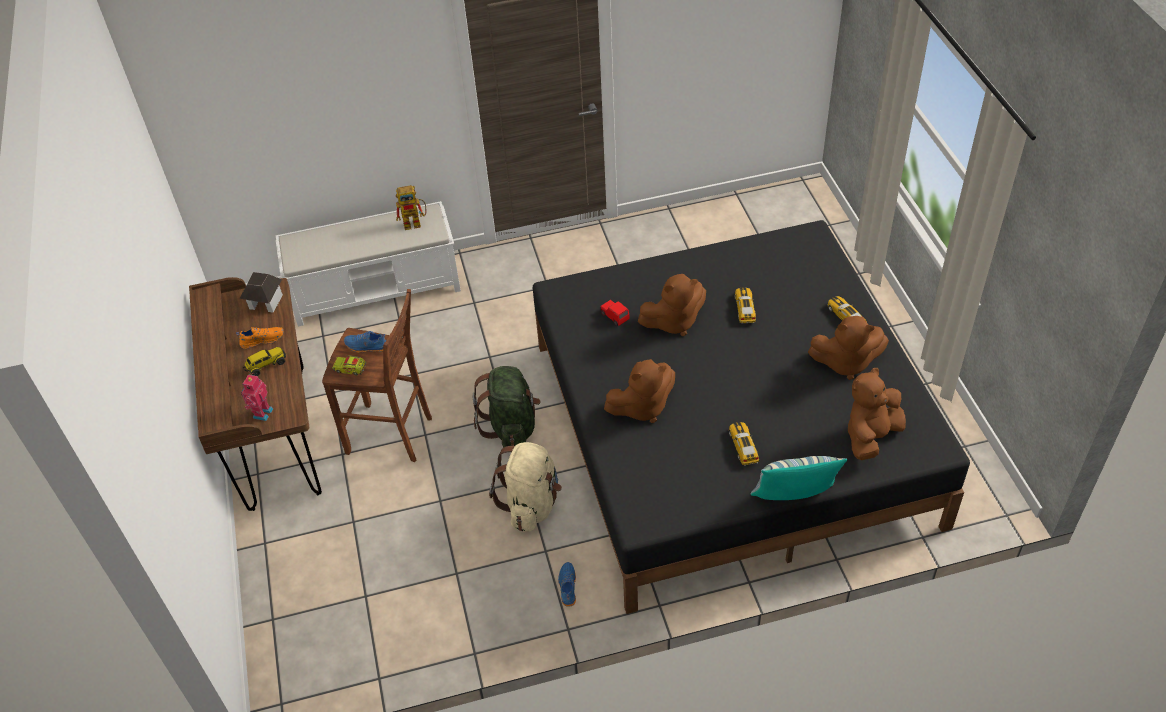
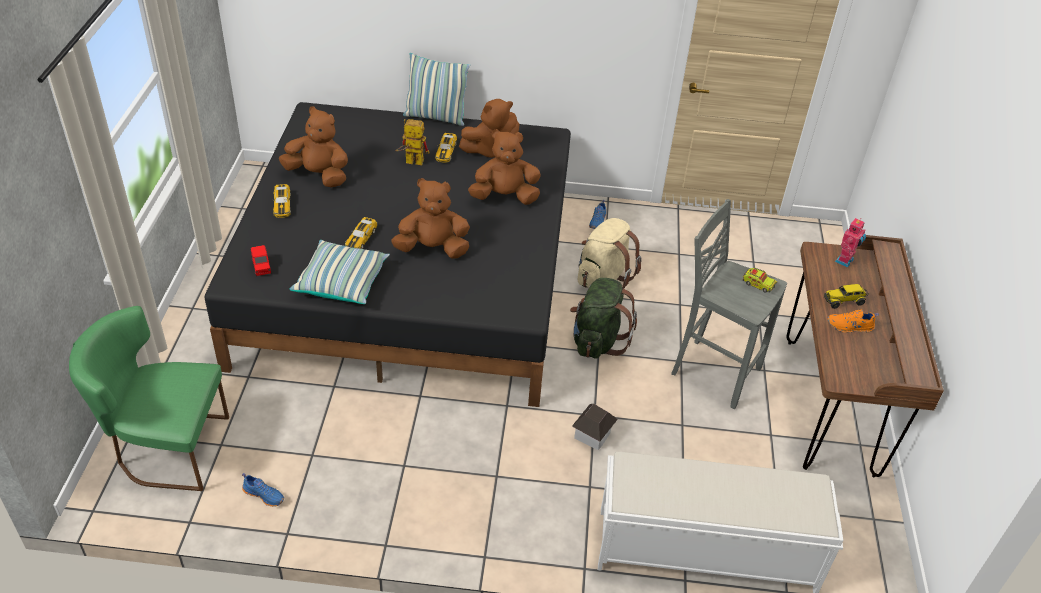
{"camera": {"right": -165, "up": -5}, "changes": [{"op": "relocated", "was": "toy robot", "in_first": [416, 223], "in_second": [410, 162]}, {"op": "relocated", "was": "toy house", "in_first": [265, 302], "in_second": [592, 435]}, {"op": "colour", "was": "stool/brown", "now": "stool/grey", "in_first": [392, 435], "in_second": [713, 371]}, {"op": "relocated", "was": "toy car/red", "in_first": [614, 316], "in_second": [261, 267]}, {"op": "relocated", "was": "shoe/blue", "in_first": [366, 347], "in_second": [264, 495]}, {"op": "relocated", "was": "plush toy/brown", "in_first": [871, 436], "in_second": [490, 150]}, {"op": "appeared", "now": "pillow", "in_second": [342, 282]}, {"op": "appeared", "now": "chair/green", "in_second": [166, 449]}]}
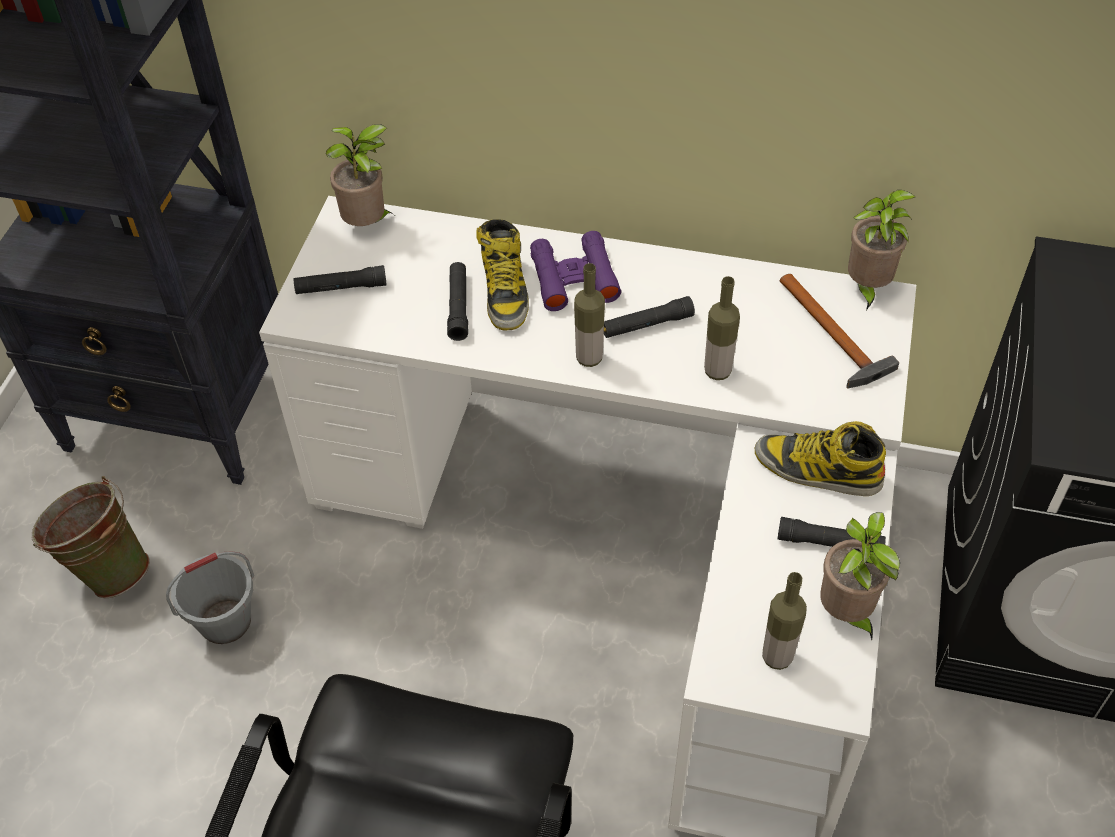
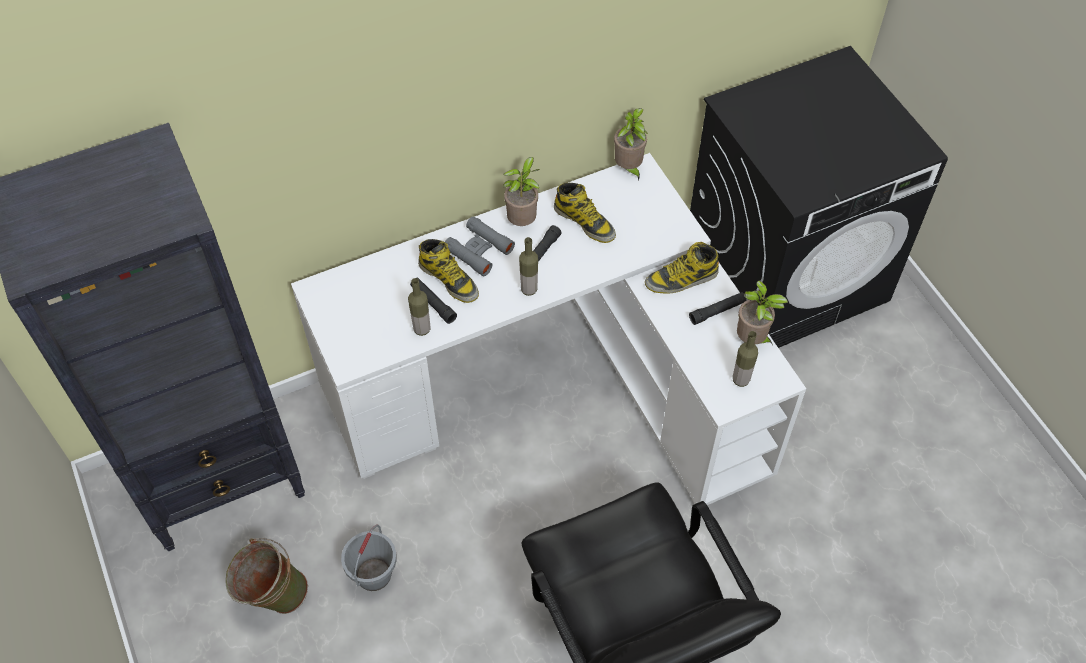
{"camera": {"right": -40, "up": 5}, "changes": [{"op": "relocated", "was": "potted plant", "in_first": [368, 225], "in_second": [523, 221]}, {"op": "colour", "was": "binoculars/purple", "now": "binoculars/grey", "in_first": [574, 278], "in_second": [479, 250]}, {"op": "missing", "was": "flashlight/black", "in_first": [341, 287]}, {"op": "missing", "was": "hammer", "in_first": [833, 335]}, {"op": "relocated", "was": "bottle", "in_first": [717, 371], "in_second": [422, 329]}, {"op": "appeared", "now": "boot", "in_second": [585, 222]}]}
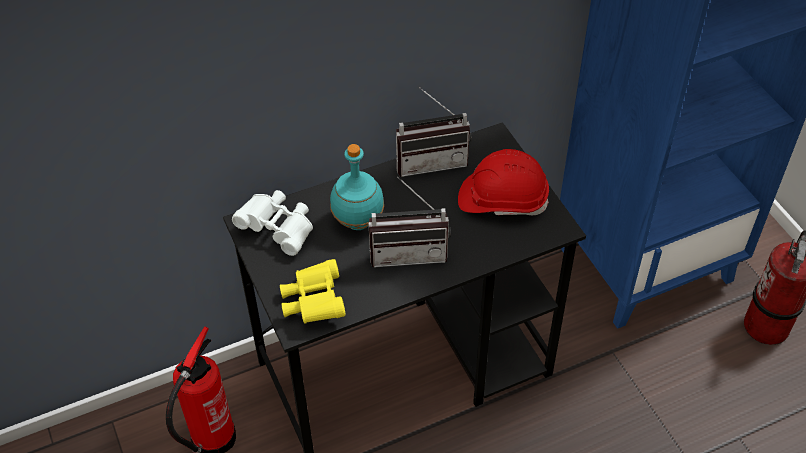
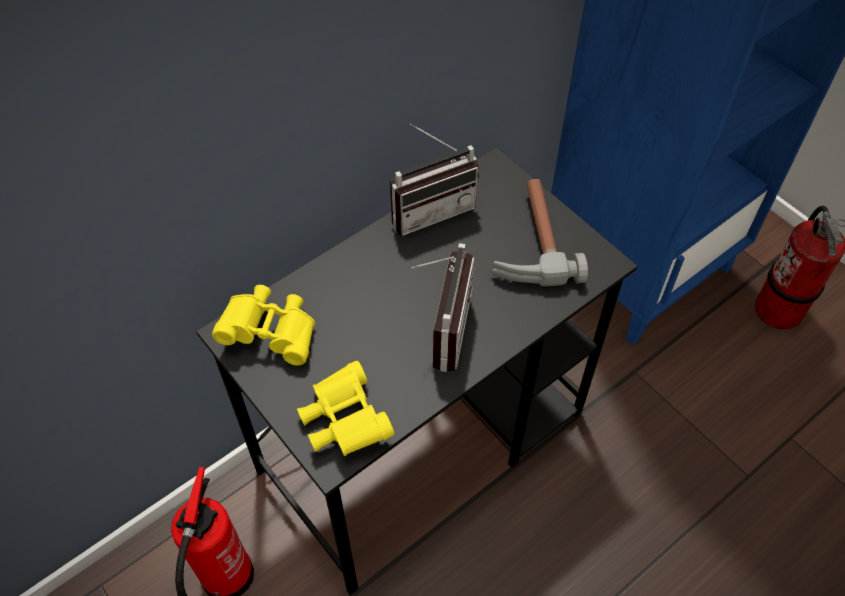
{"camera": {"right": -15, "up": 5}, "changes": [{"op": "missing", "was": "bottle/turquoise", "in_first": [357, 221]}, {"op": "exchanged", "was": "hard hat/red", "now": "hammer", "in_first": [502, 199], "in_second": [528, 241]}, {"op": "spun", "was": "radio", "in_first": [409, 251], "in_second": [440, 329], "clockwise": -60}, {"op": "colour", "was": "binoculars/white", "now": "binoculars/yellow", "in_first": [278, 229], "in_second": [271, 333]}]}
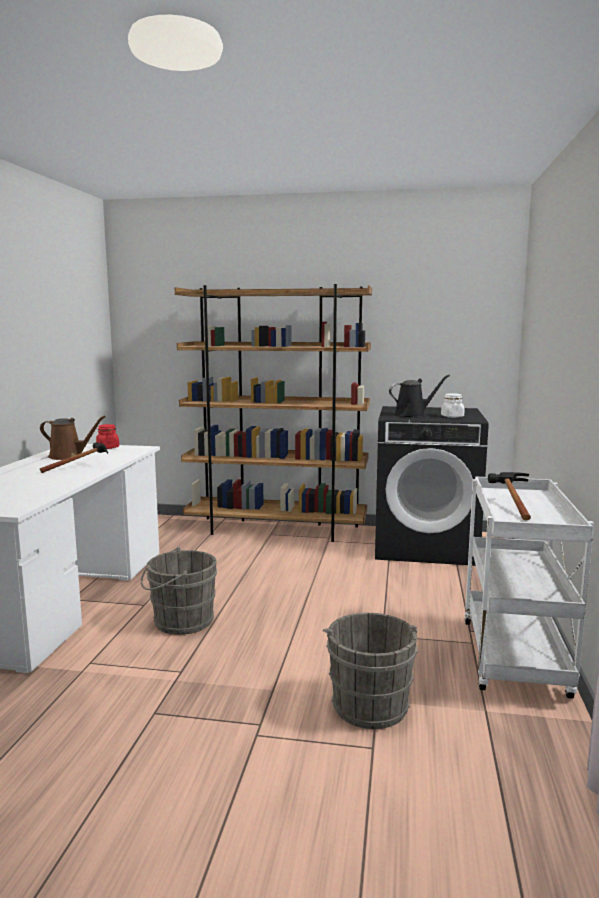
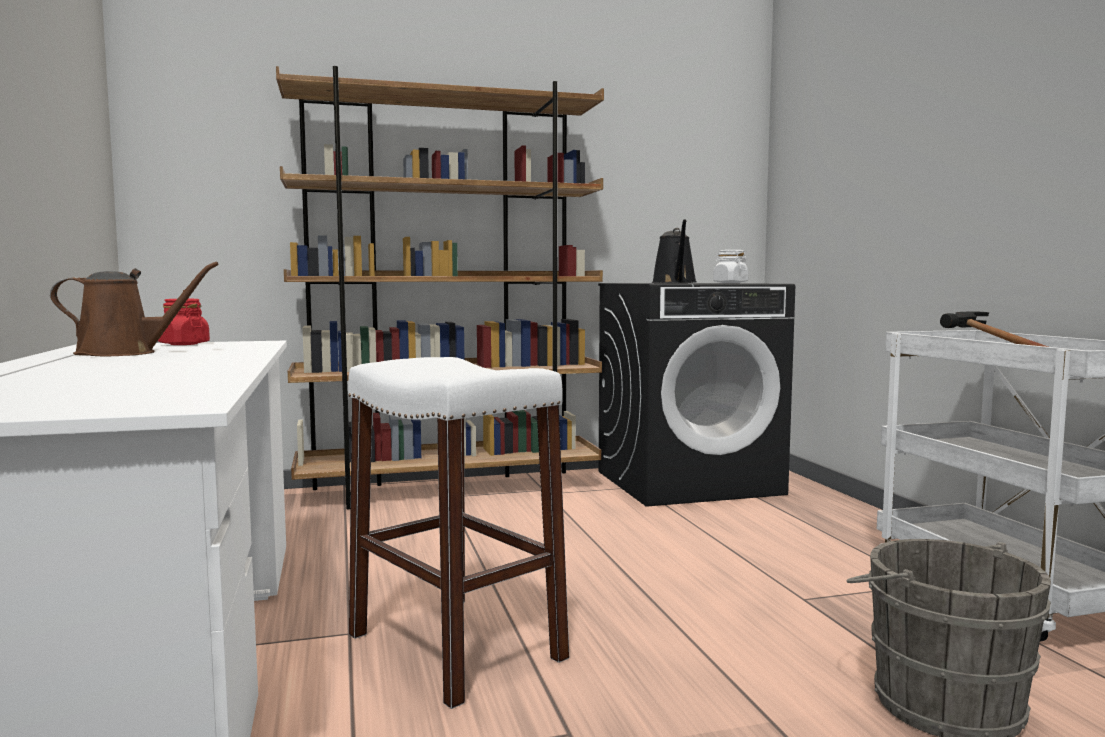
{"camera": {"right": -25, "up": -5}, "changes": [{"op": "spun", "was": "watering can/black", "in_first": [412, 415], "in_second": [675, 283], "clockwise": 135}, {"op": "missing", "was": "hammer", "in_first": [83, 467]}, {"op": "exchanged", "was": "bucket/grey", "now": "stool/white", "in_first": [179, 621], "in_second": [455, 647]}]}
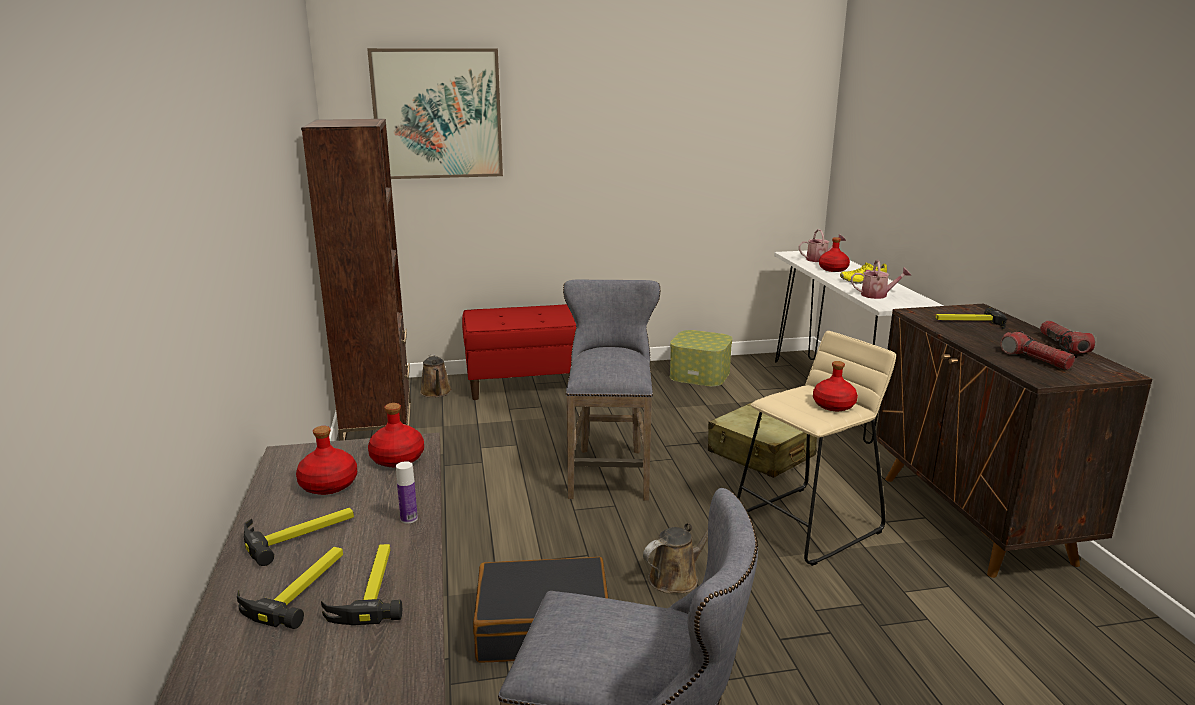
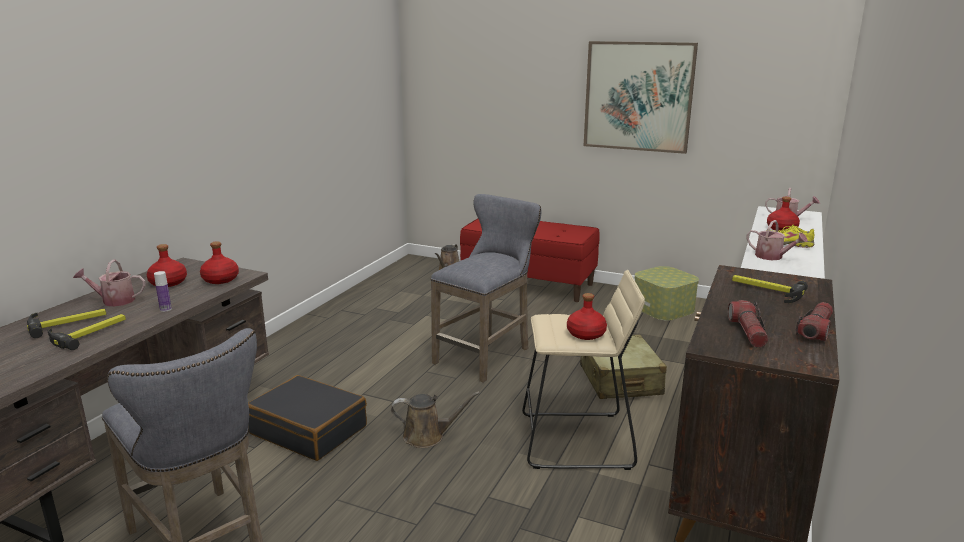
{"camera": {"right": 35, "up": 0}, "changes": [{"op": "relocated", "was": "picture", "in_first": [437, 114], "in_second": [638, 96]}, {"op": "missing", "was": "bookcase/brown", "in_first": [378, 425]}, {"op": "exchanged", "was": "hammer", "now": "watering can", "in_first": [300, 534], "in_second": [114, 301]}]}
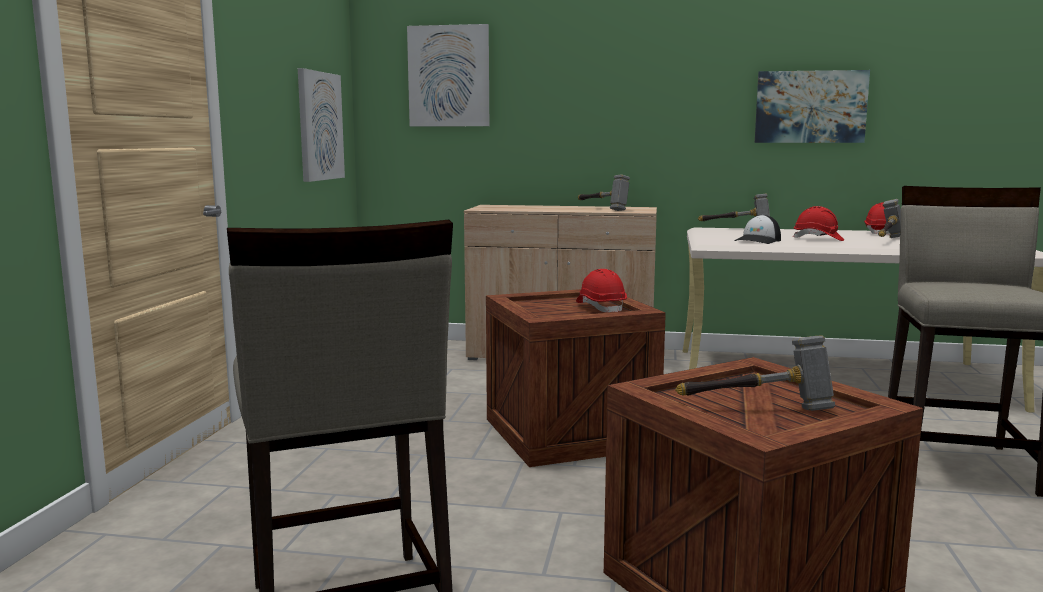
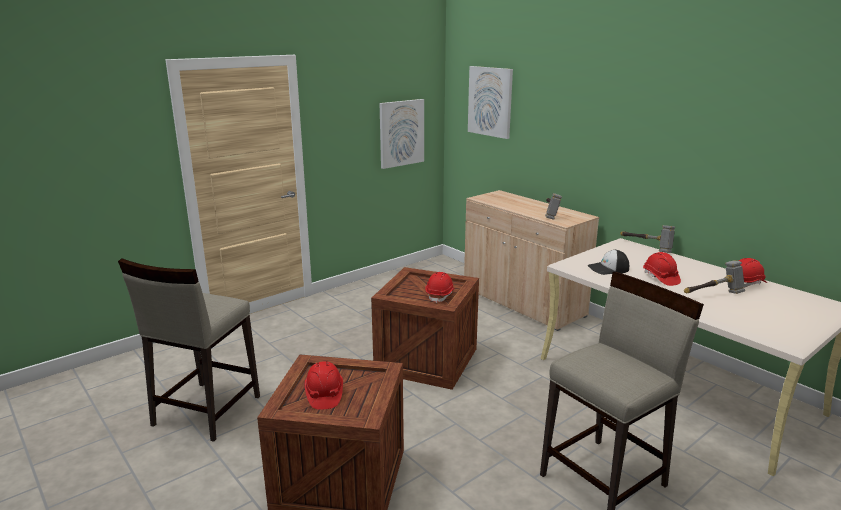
{"camera": {"right": 40, "up": 10}, "changes": [{"op": "missing", "was": "picture", "in_first": [810, 107]}, {"op": "exchanged", "was": "hammer", "now": "hard hat/red", "in_first": [758, 409], "in_second": [324, 395]}]}
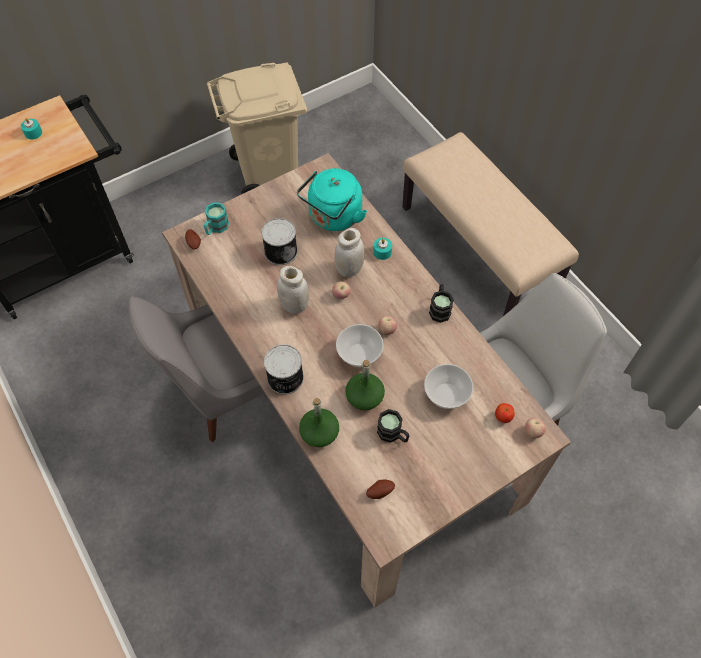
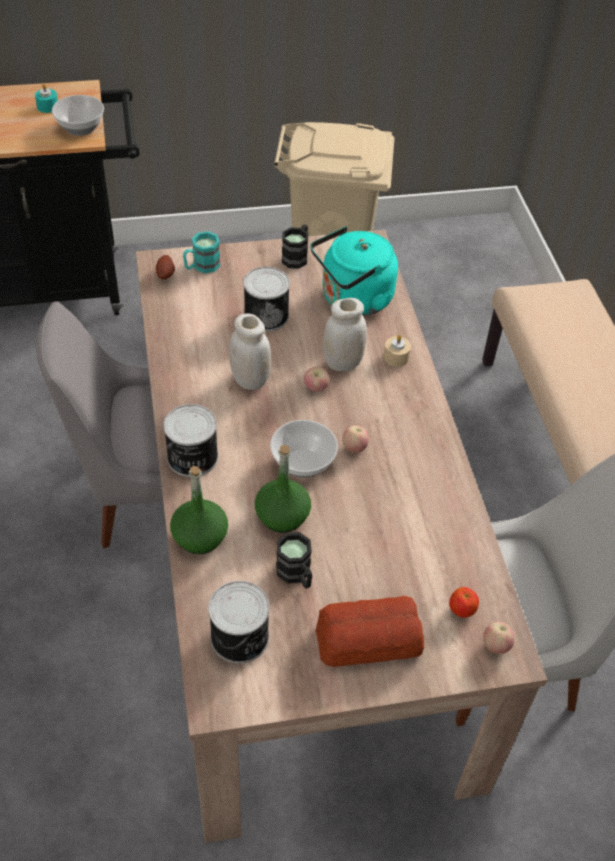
{"camera": {"right": 20, "up": -10}, "changes": [{"op": "colour", "was": "candle/turquoise", "now": "candle/beige", "in_first": [382, 252], "in_second": [396, 357]}, {"op": "relocated", "was": "mug/black", "in_first": [439, 308], "in_second": [297, 256]}, {"op": "relocated", "was": "bowl", "in_first": [446, 393], "in_second": [81, 127]}, {"op": "exchanged", "was": "potato", "now": "can", "in_first": [380, 491], "in_second": [241, 638]}, {"op": "appeared", "now": "bread", "in_second": [370, 639]}]}
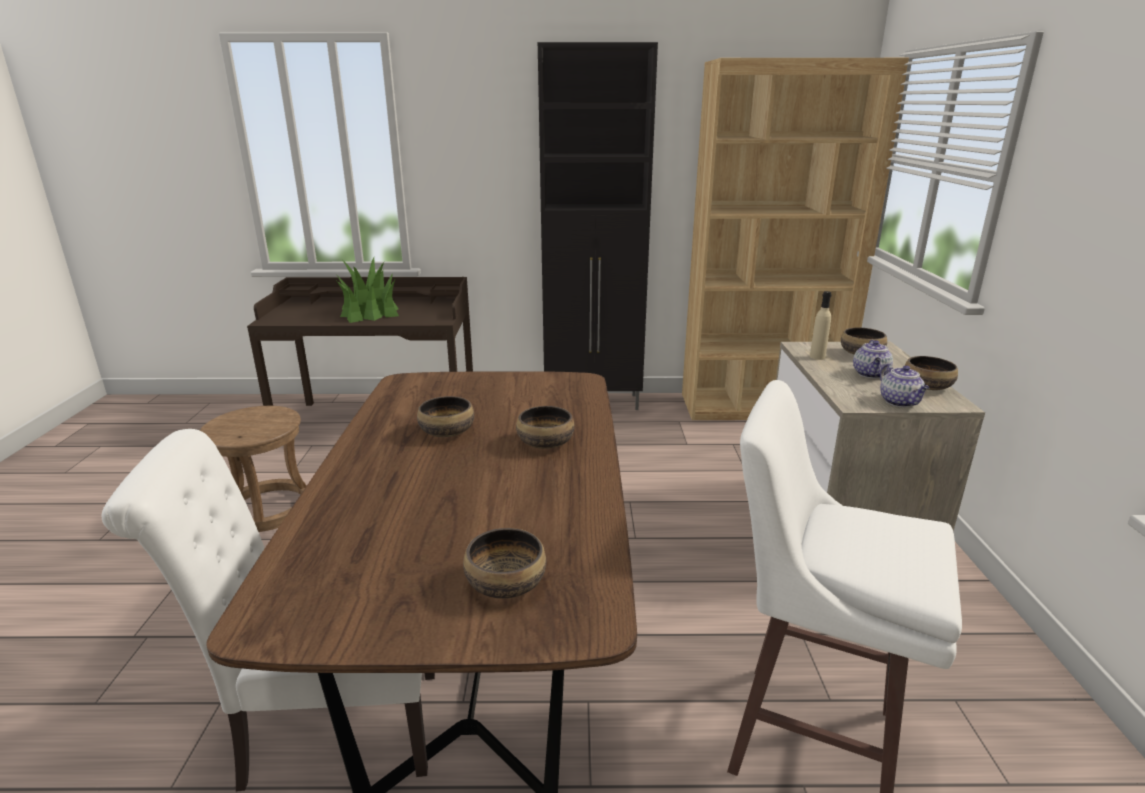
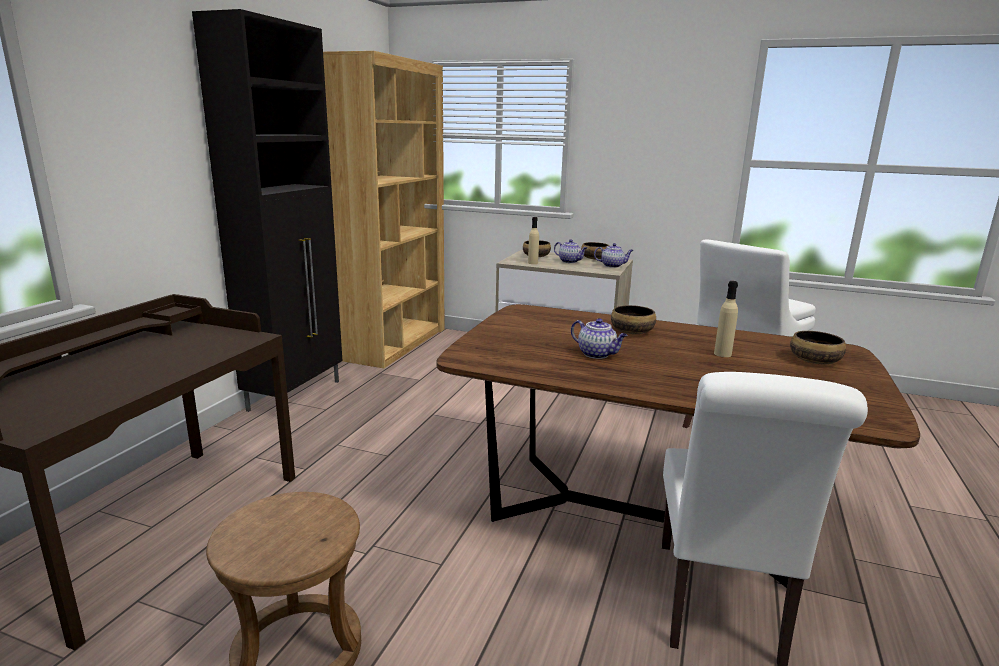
{"camera": {"right": -70, "up": -5}, "changes": [{"op": "missing", "was": "potted plant", "in_first": [369, 312]}, {"op": "exchanged", "was": "bowl", "now": "teapot", "in_first": [447, 432], "in_second": [597, 354]}, {"op": "appeared", "now": "bottle/beige", "in_second": [722, 354]}]}
